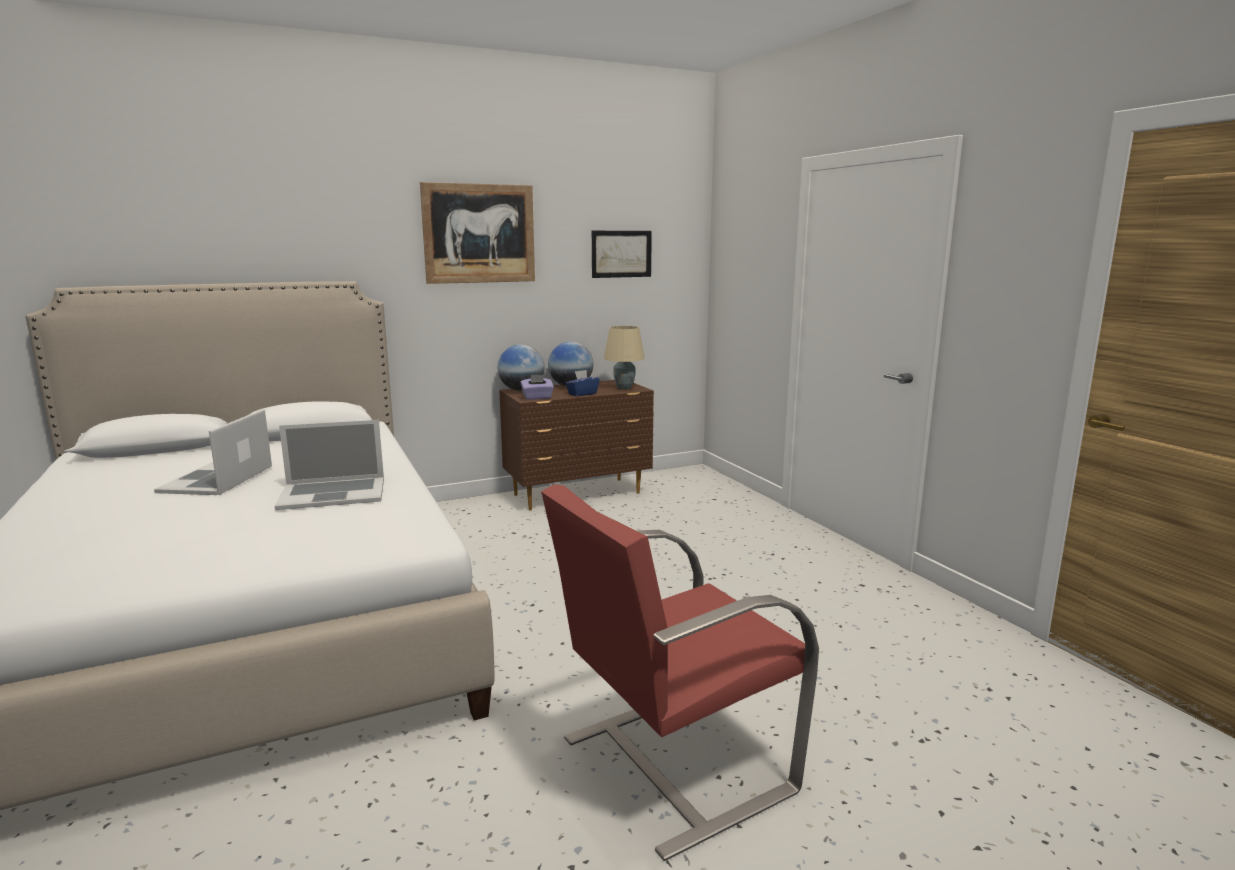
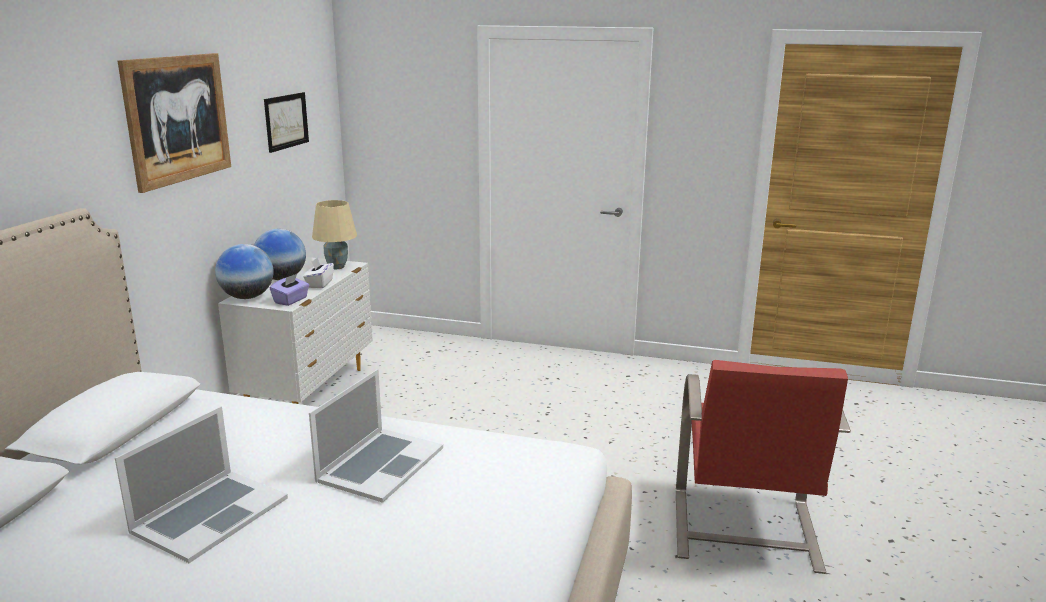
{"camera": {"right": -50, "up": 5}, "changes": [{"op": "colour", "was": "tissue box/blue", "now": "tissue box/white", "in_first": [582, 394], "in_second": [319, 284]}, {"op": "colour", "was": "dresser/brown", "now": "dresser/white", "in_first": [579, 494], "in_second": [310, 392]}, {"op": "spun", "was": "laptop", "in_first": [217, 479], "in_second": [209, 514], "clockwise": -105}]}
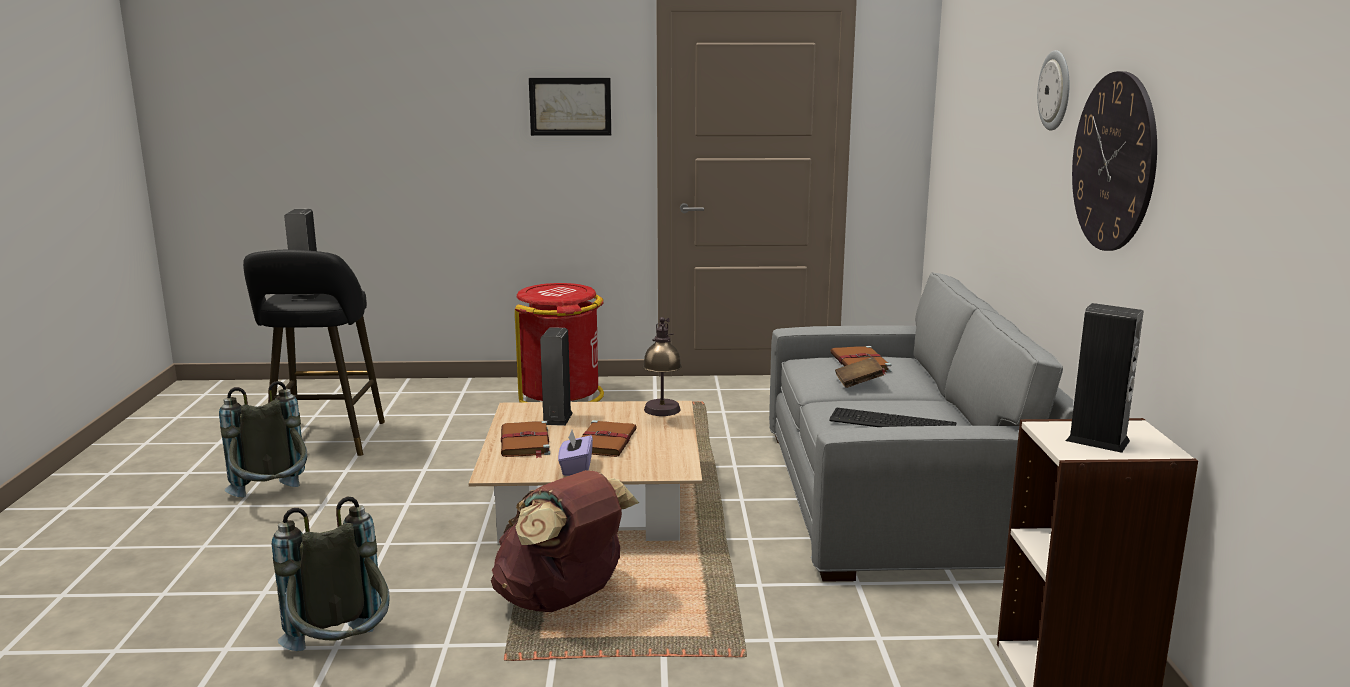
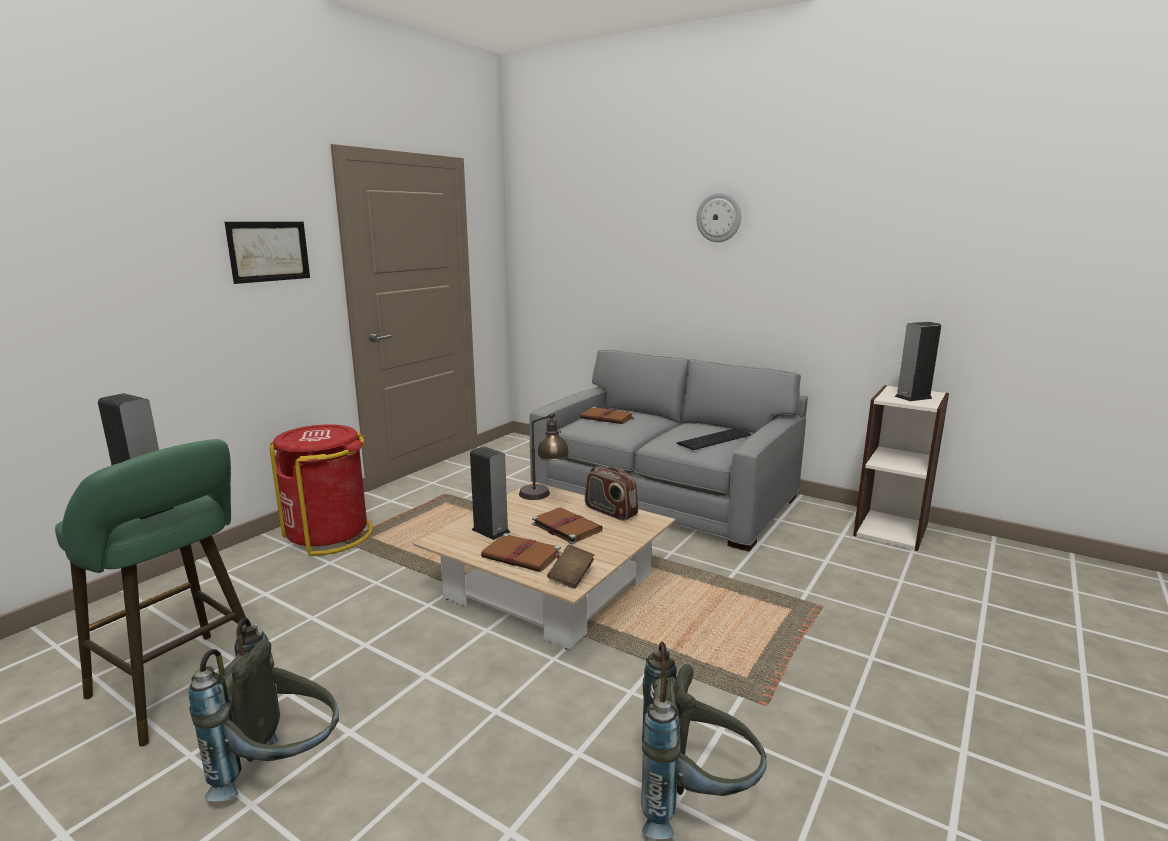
{"camera": {"right": -55, "up": 0}, "changes": [{"op": "missing", "was": "wall clock", "in_first": [1113, 162]}, {"op": "colour", "was": "stool/black", "now": "stool/green", "in_first": [324, 442], "in_second": [184, 688]}, {"op": "relocated", "was": "book/brown", "in_first": [858, 383], "in_second": [571, 577]}, {"op": "missing", "was": "tissue box/purple", "in_first": [576, 468]}, {"op": "missing", "was": "backpack/brown", "in_first": [563, 600]}, {"op": "appeared", "now": "radio", "in_second": [610, 512]}]}
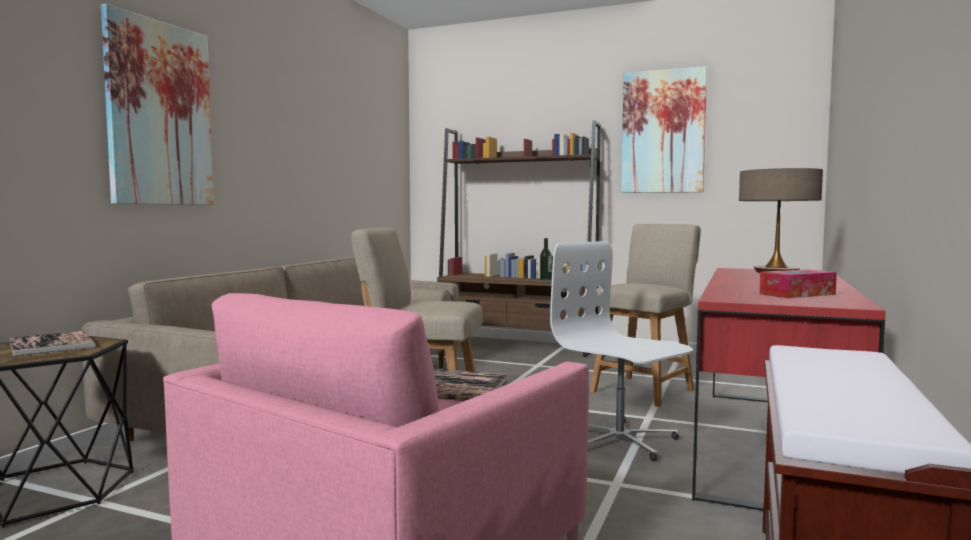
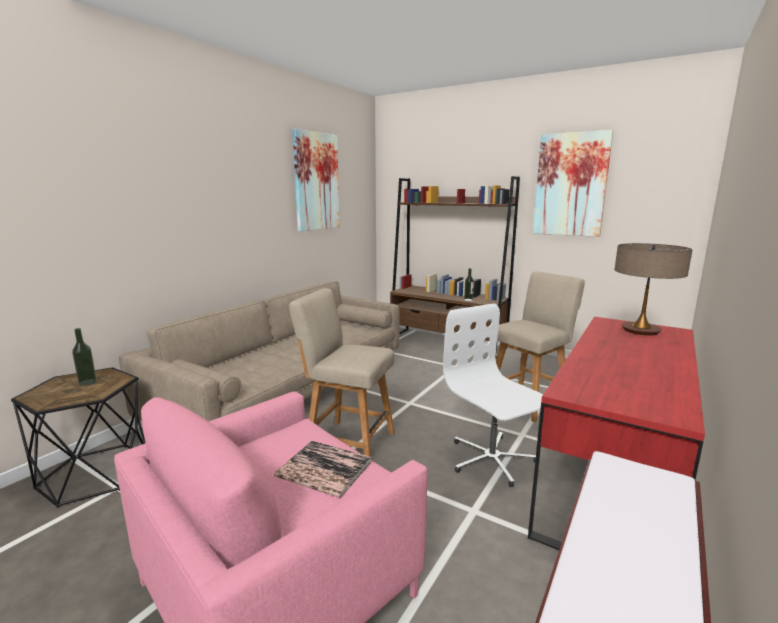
{"camera": {"right": 10, "up": 10}, "changes": [{"op": "relocated", "was": "picture", "in_first": [160, 114], "in_second": [316, 182]}, {"op": "missing", "was": "tissue box", "in_first": [797, 294]}, {"op": "exchanged", "was": "book", "now": "bottle", "in_first": [52, 345], "in_second": [87, 382]}]}
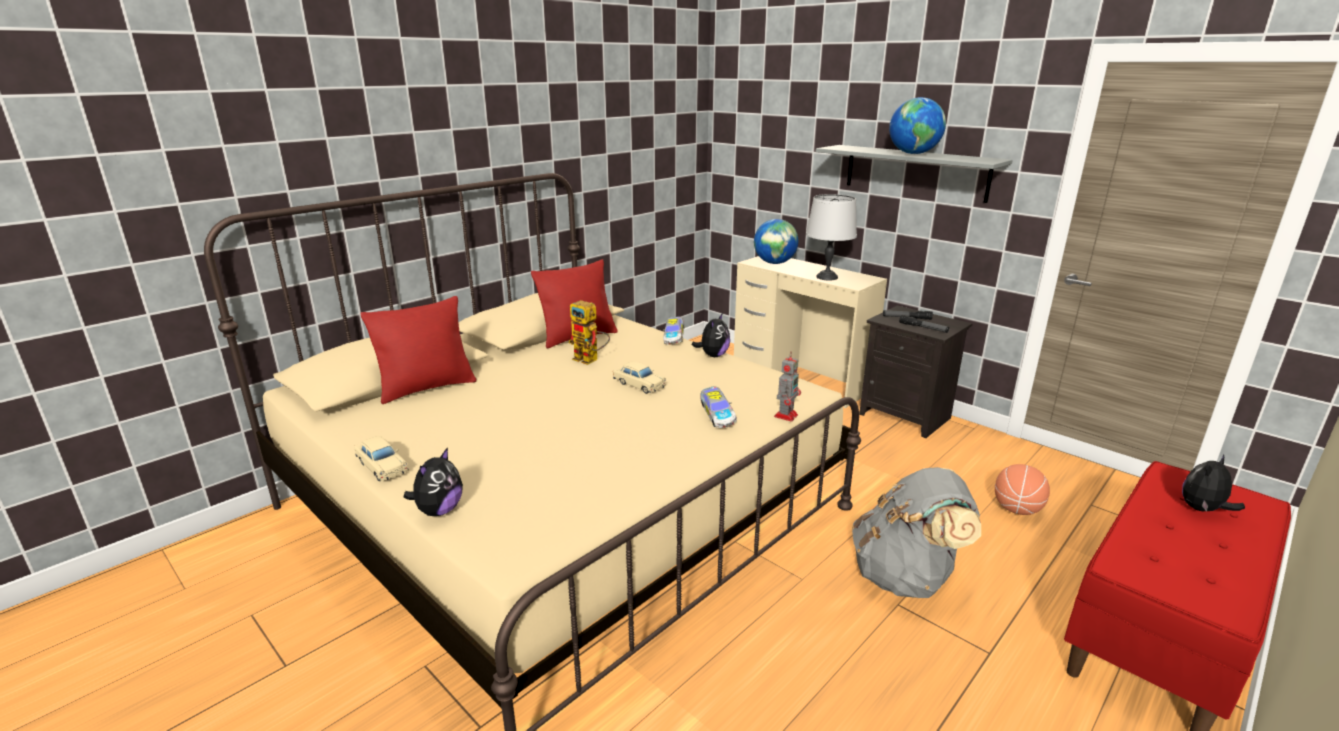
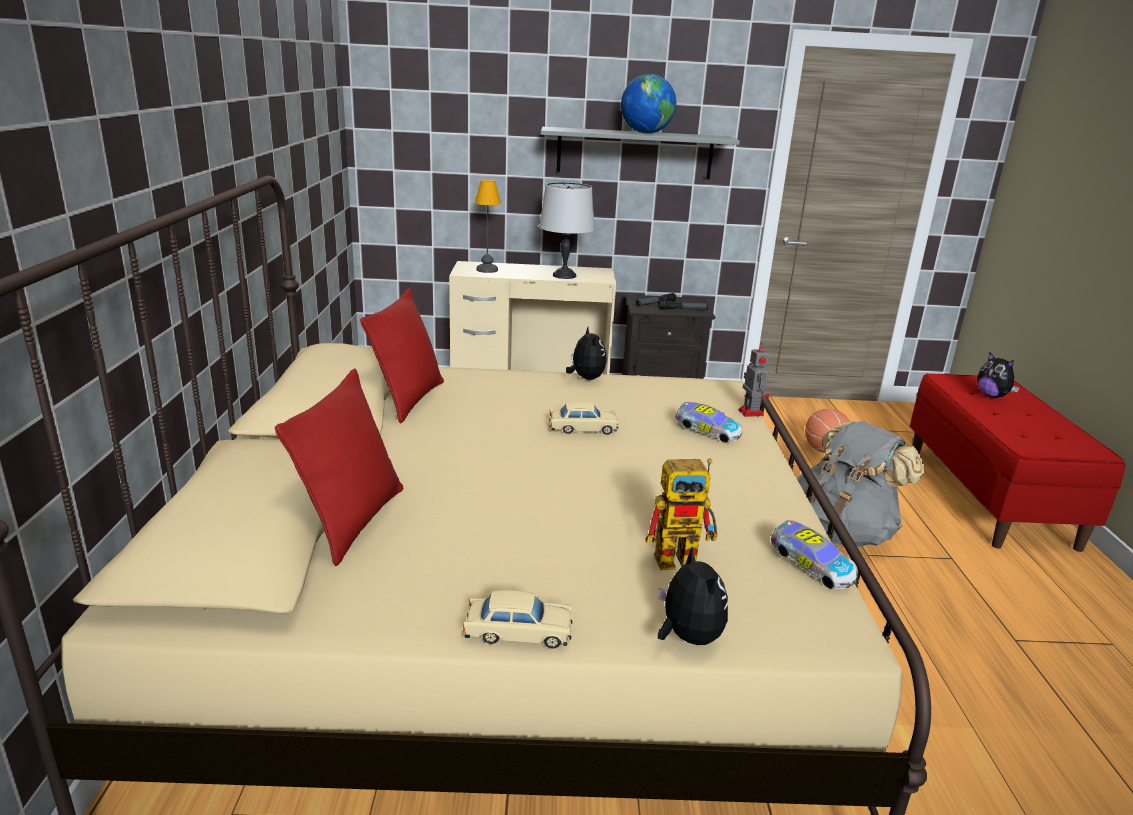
{"camera": {"right": -45, "up": 0}, "changes": [{"op": "exchanged", "was": "globe", "now": "table lamp", "in_first": [774, 263], "in_second": [488, 270]}, {"op": "relocated", "was": "toy robot", "in_first": [590, 360], "in_second": [684, 558]}, {"op": "relocated", "was": "toy car", "in_first": [673, 338], "in_second": [809, 566]}, {"op": "spun", "was": "plush toy", "in_first": [1202, 510], "in_second": [992, 396], "clockwise": -45}]}
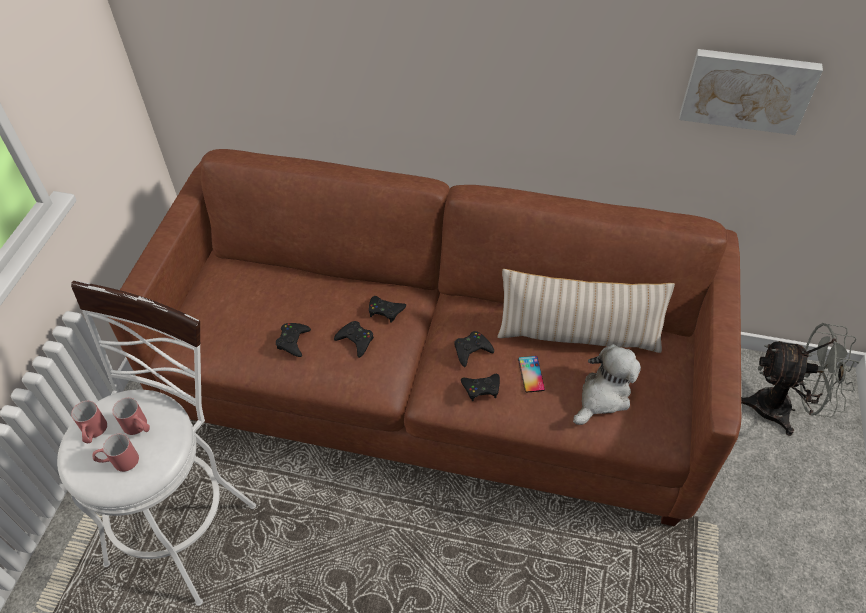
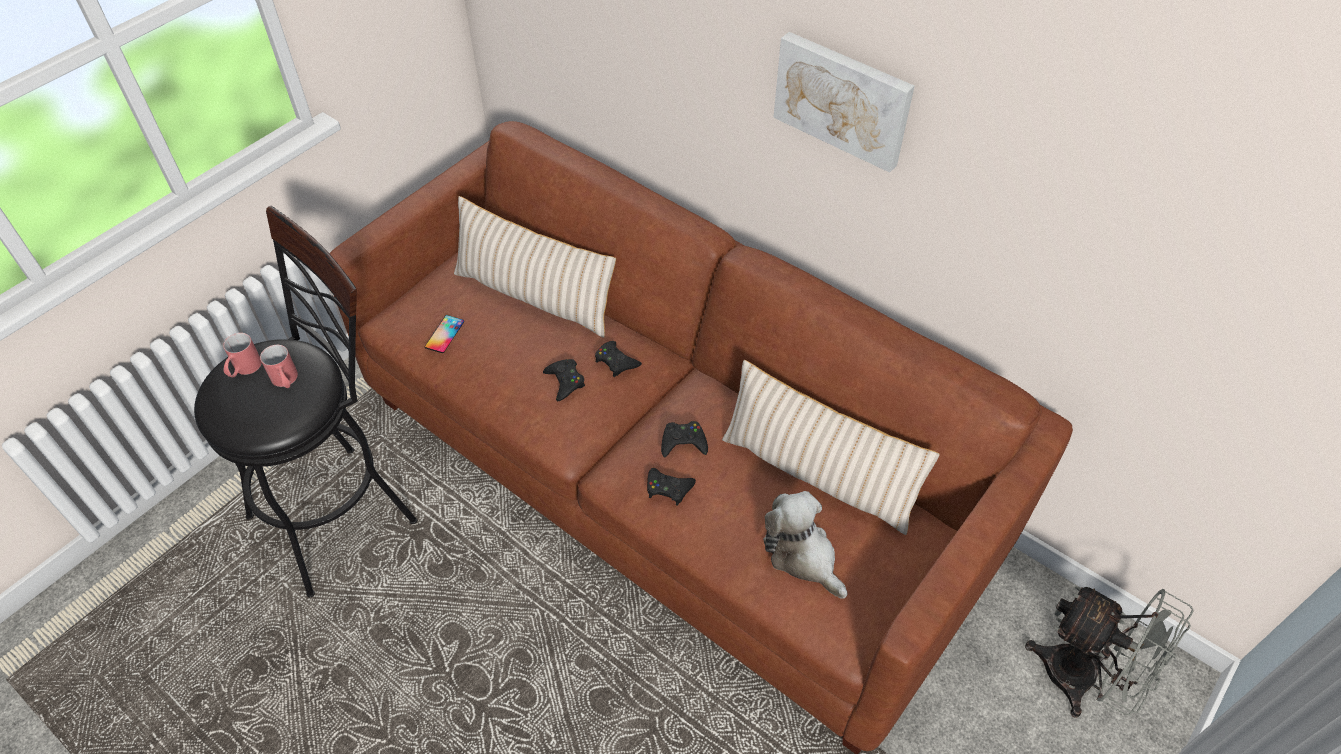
{"camera": {"right": 25, "up": 0}, "changes": [{"op": "relocated", "was": "picture", "in_first": [747, 89], "in_second": [843, 99]}, {"op": "colour", "was": "stool/white", "now": "stool/black", "in_first": [188, 523], "in_second": [344, 510]}, {"op": "missing", "was": "game controller/black", "in_first": [293, 341]}, {"op": "spun", "was": "plush toy", "in_first": [603, 396], "in_second": [802, 555], "clockwise": -105}, {"op": "relocated", "was": "phone", "in_first": [531, 374], "in_second": [444, 334]}, {"op": "missing", "was": "mug/red", "in_first": [119, 462]}, {"op": "appeared", "now": "pillow/beige", "in_second": [534, 296]}]}
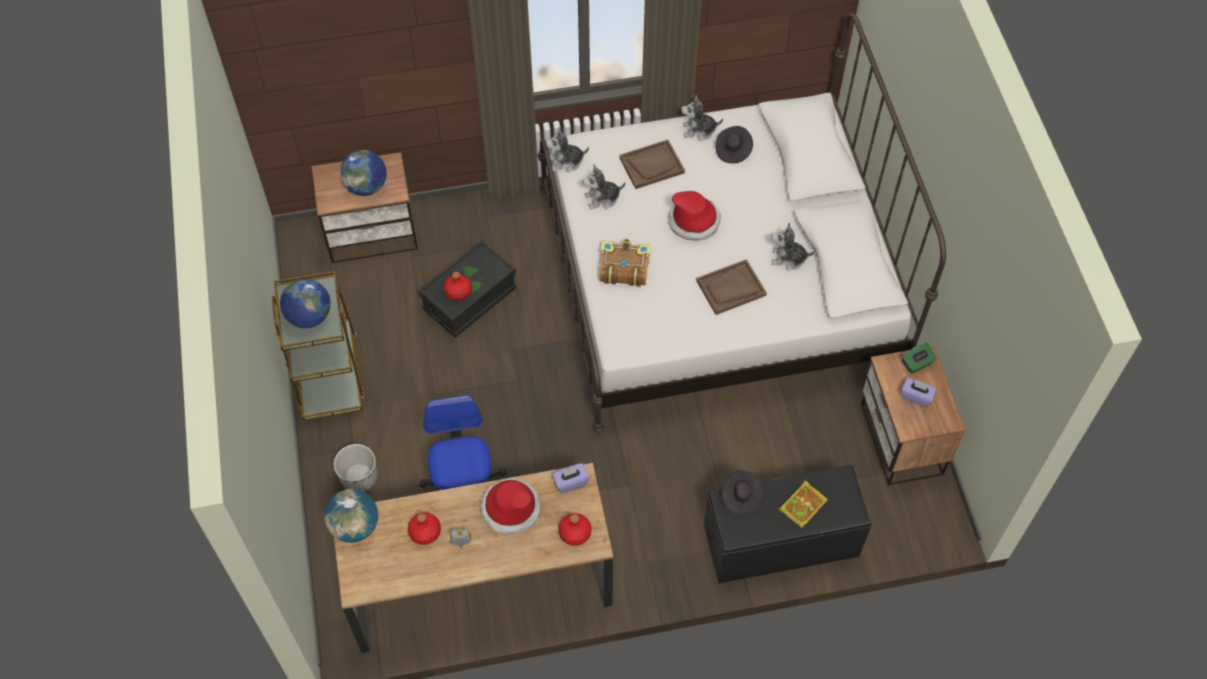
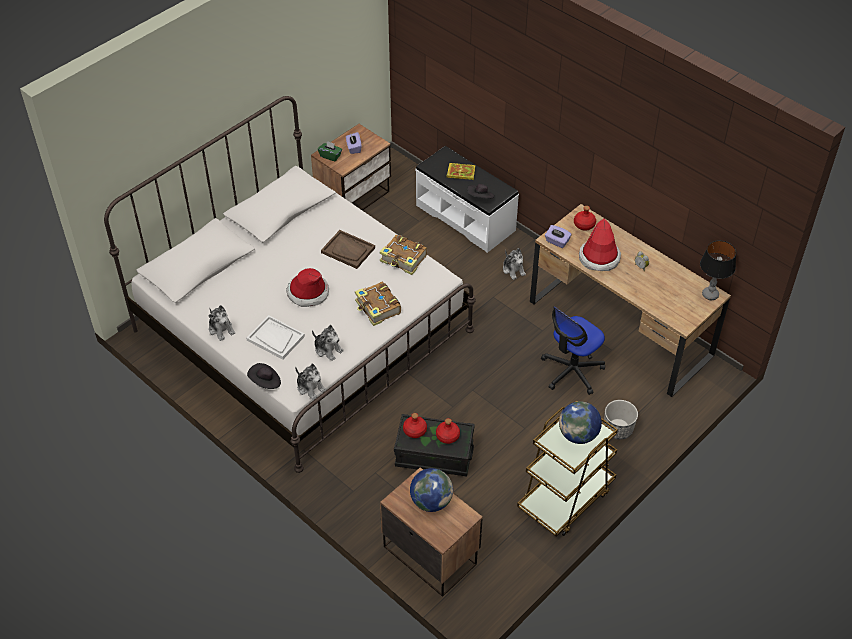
{"camera": {"right": -125, "up": -10}, "changes": [{"op": "relocated", "was": "hat/black", "in_first": [733, 150], "in_second": [265, 382]}, {"op": "colour", "was": "tray/brown", "now": "tray/white", "in_first": [652, 165], "in_second": [275, 338]}, {"op": "relocated", "was": "plush toy", "in_first": [788, 258], "in_second": [513, 270]}, {"op": "colour", "was": "bench/black", "now": "bench/white", "in_first": [781, 541], "in_second": [466, 217]}, {"op": "missing", "was": "globe", "in_first": [355, 526]}, {"op": "relocated", "was": "bottle/red", "in_first": [424, 532], "in_second": [415, 431]}, {"op": "appeared", "now": "book", "in_second": [404, 259]}, {"op": "appeared", "now": "table lamp", "in_second": [710, 295]}]}
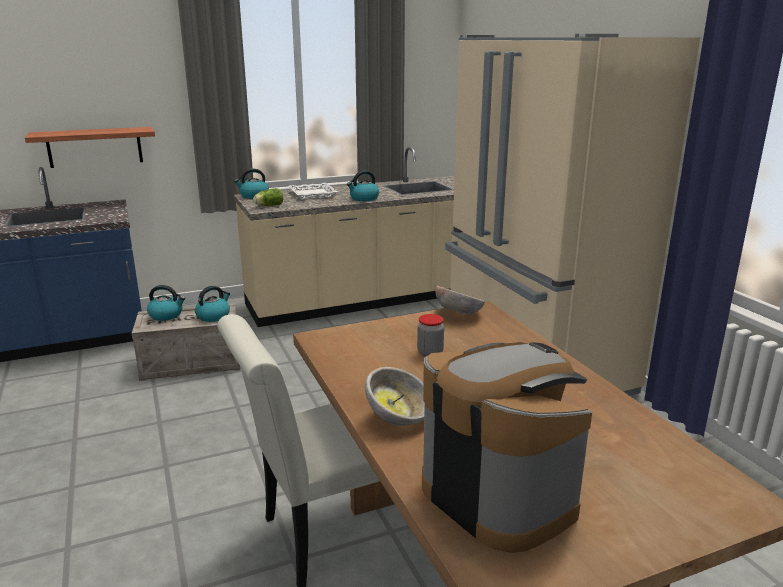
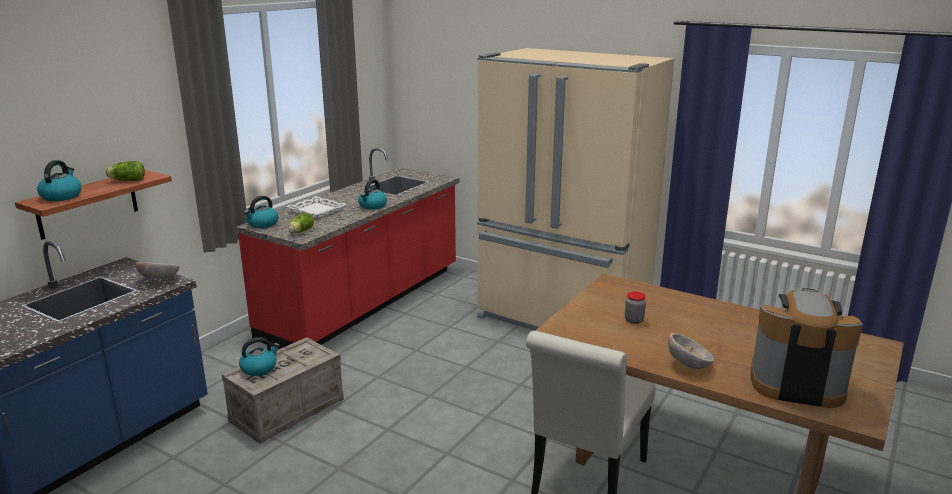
{"camera": {"right": -35, "up": 0}, "changes": [{"op": "colour", "was": "counter/beige", "now": "counter/red", "in_first": [365, 300], "in_second": [365, 303]}, {"op": "relocated", "was": "kettle", "in_first": [213, 316], "in_second": [61, 196]}, {"op": "relocated", "was": "bowl", "in_first": [458, 314], "in_second": [159, 280]}, {"op": "appeared", "now": "lettuce", "in_second": [126, 180]}]}
